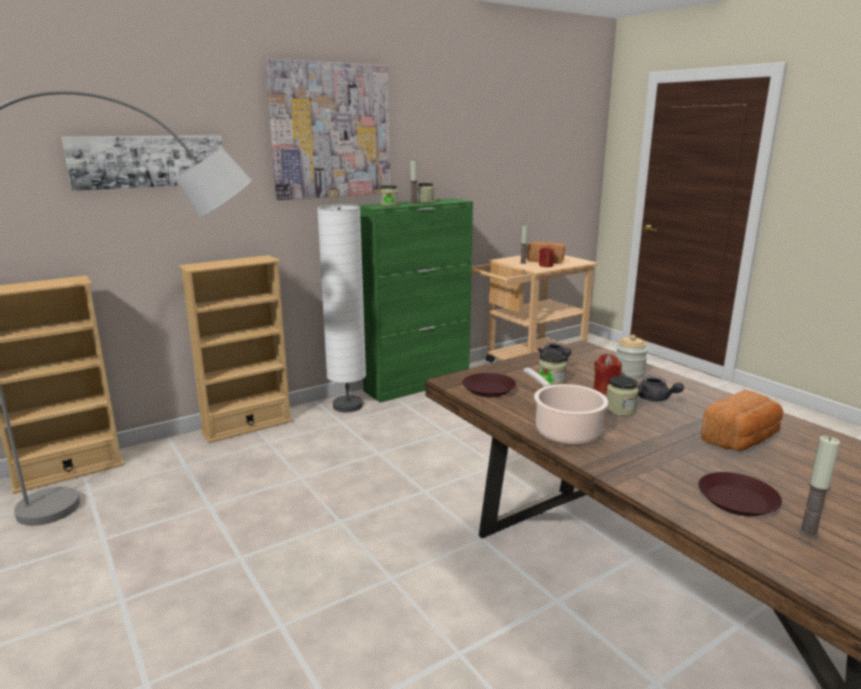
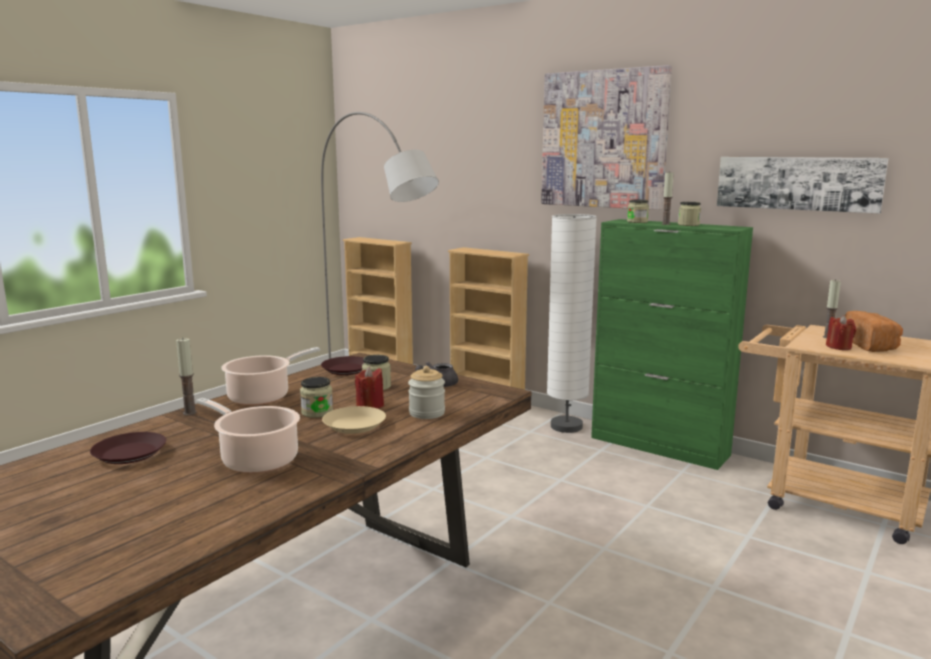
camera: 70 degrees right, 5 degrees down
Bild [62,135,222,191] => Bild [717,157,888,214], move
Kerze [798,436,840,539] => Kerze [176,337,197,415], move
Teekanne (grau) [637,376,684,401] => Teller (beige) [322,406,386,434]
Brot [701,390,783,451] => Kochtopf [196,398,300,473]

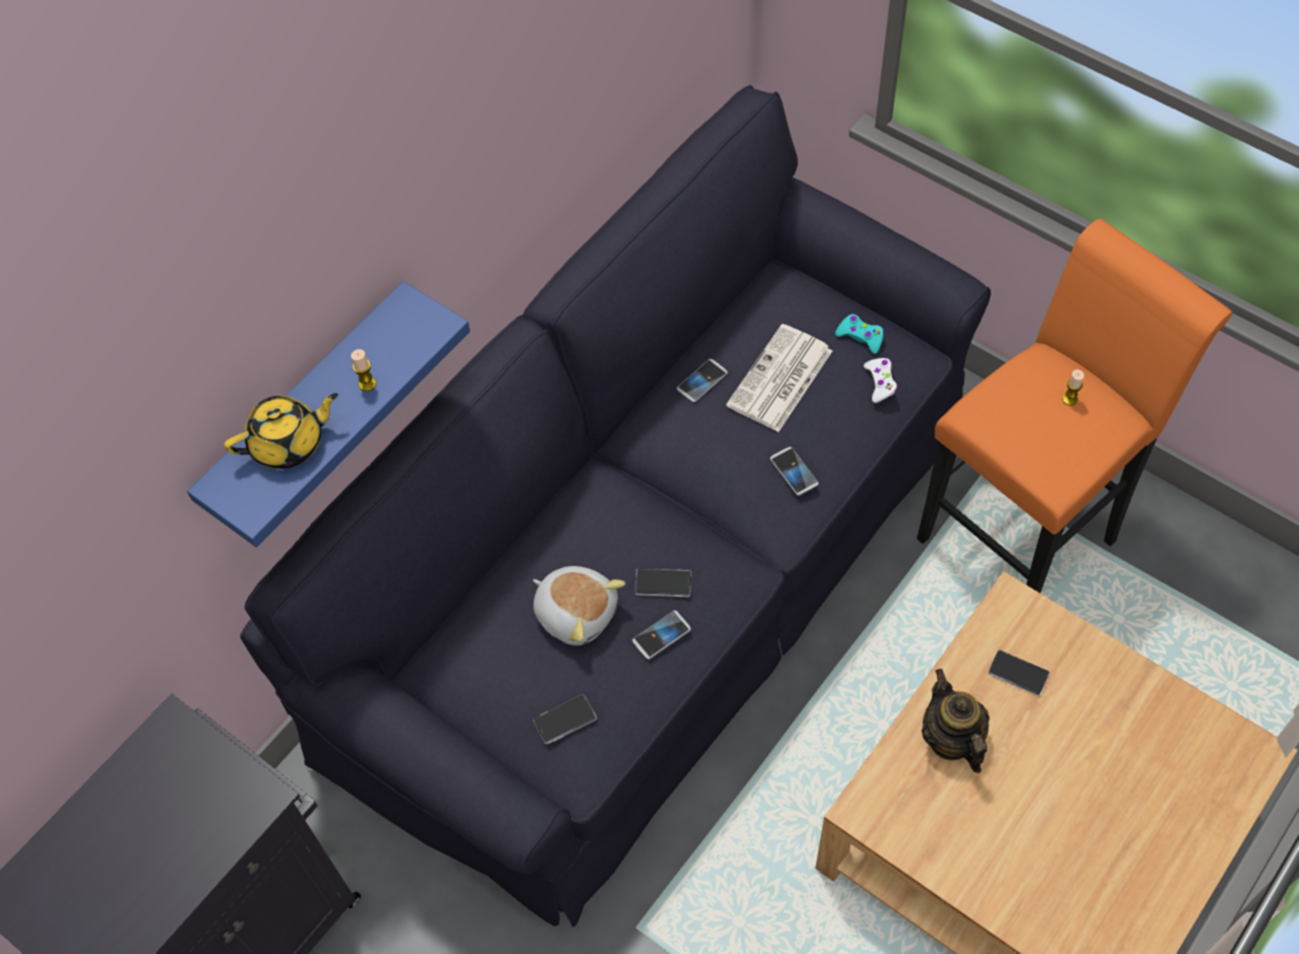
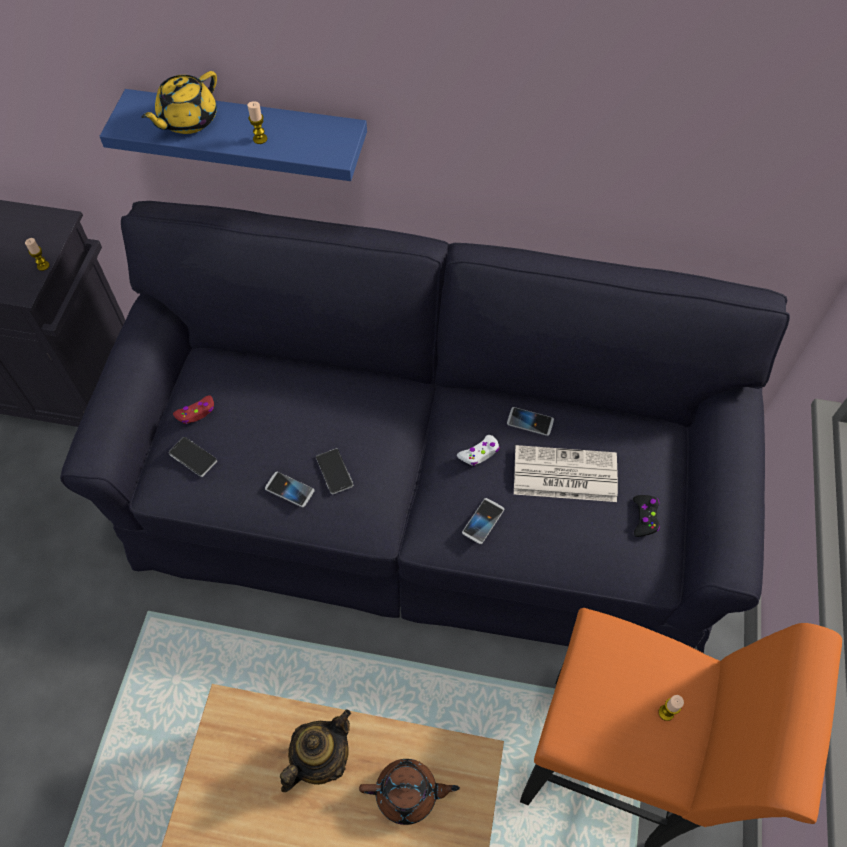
camera: 60 degrees right, 0 degrees up
Plüschtier [533,566,626,646] => nothing
nothing => Kerze [25,238,50,271]
nothing => Gamepad (rot) [173,396,214,424]
Gamepad (weiß) [864,358,898,403] => Gamepad (weiß) [457,435,500,466], move
Handy [988,650,1050,696] => Teekanne (braun) [359,759,460,825]
Gamepad (türkis) [835,314,884,354] => Gamepad (schwarz) [633,495,660,537]
Teekanne (gelb) [224,393,338,469] => Teekanne (gelb) [141,71,217,134], 90 degrees clockwise

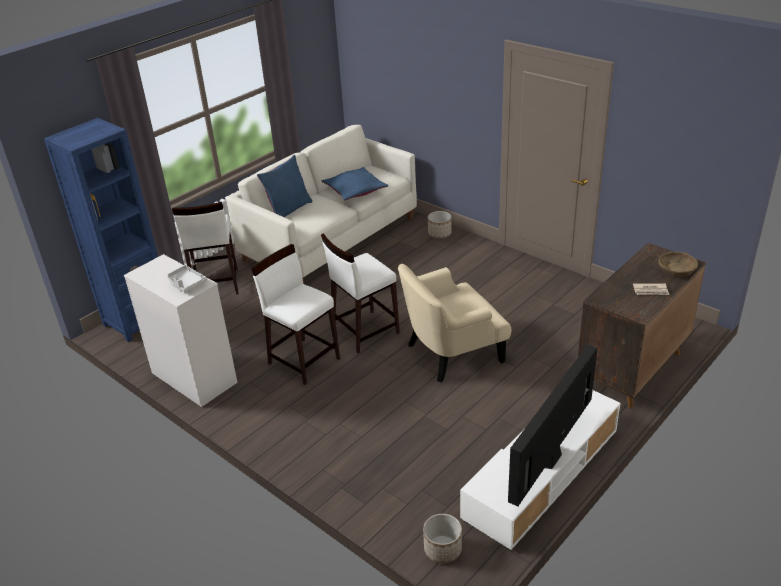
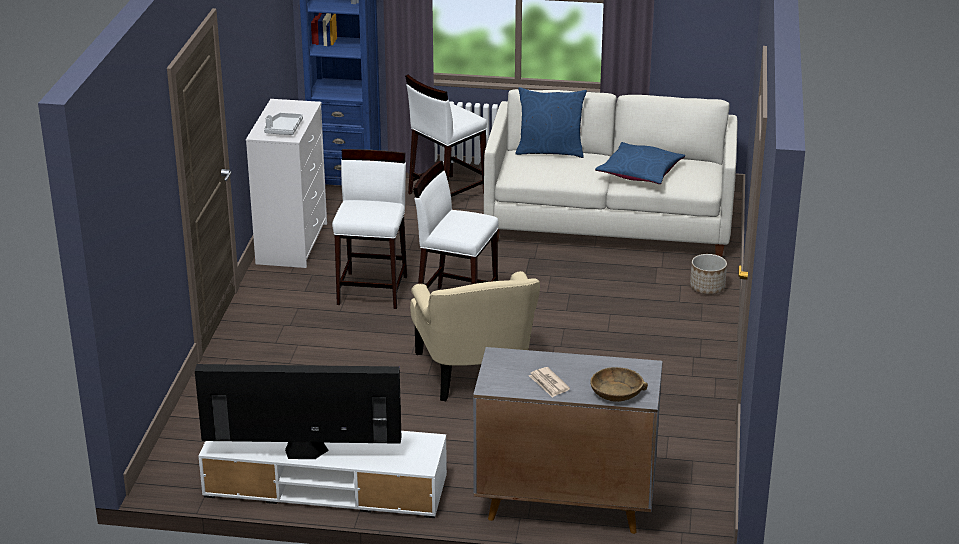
camera: 55 degrees right, 5 degrees down
Pflanzkübel [423,514,462,563] => nothing
Schrank (braun) [578,243,706,409] => Schrank (grau) [473,347,663,534]
Sessel (beige) [398,264,511,383] => Sessel (beige) [410,271,540,401], 135 degrees counterclockwise

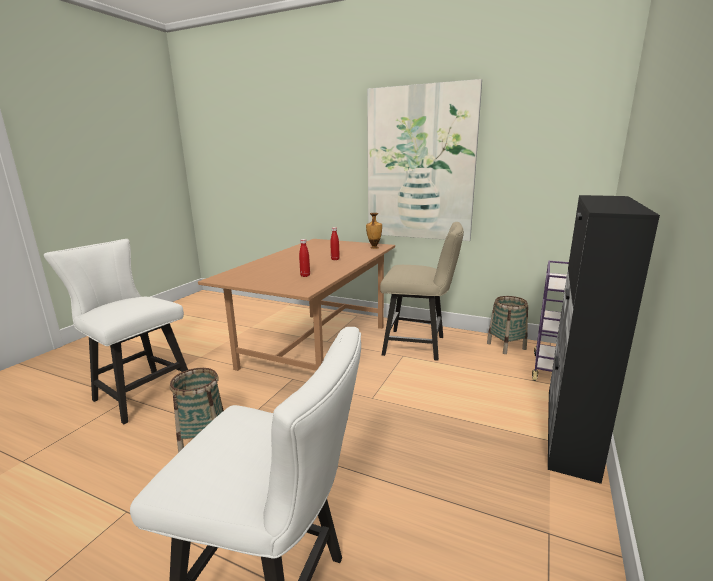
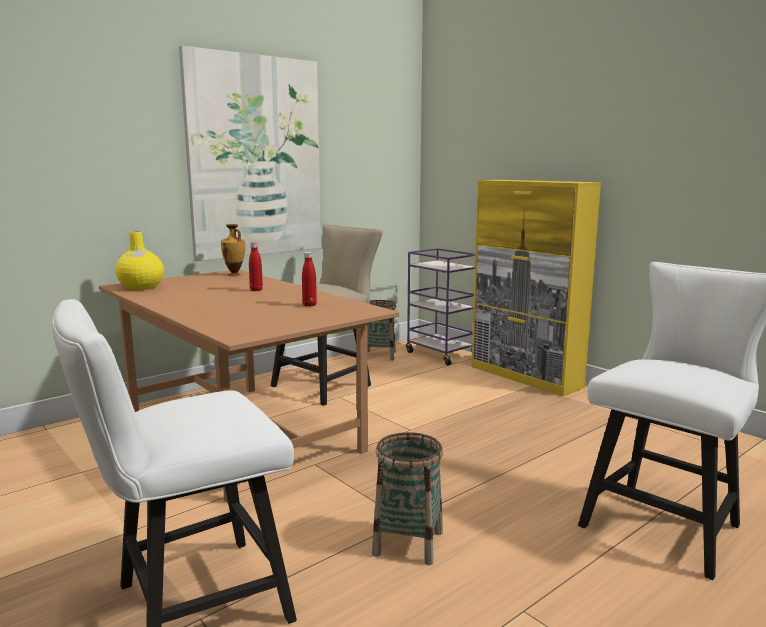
camera: 65 degrees left, 5 degrees down
nothing => Vase (gelb) [115,231,164,290]
Schrank (schwarz) [548,195,660,484] => Schrank (gelb) [471,180,601,396]

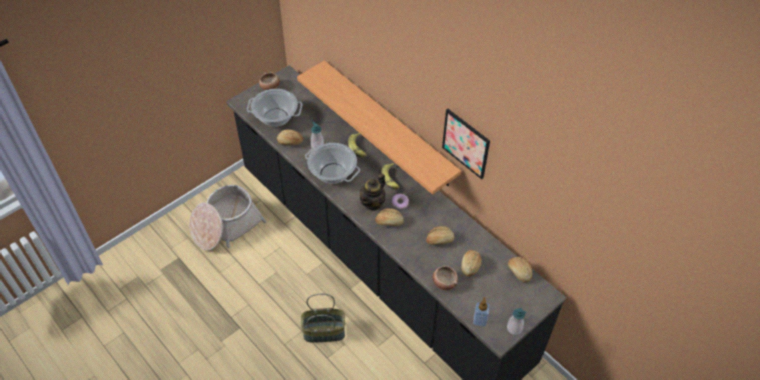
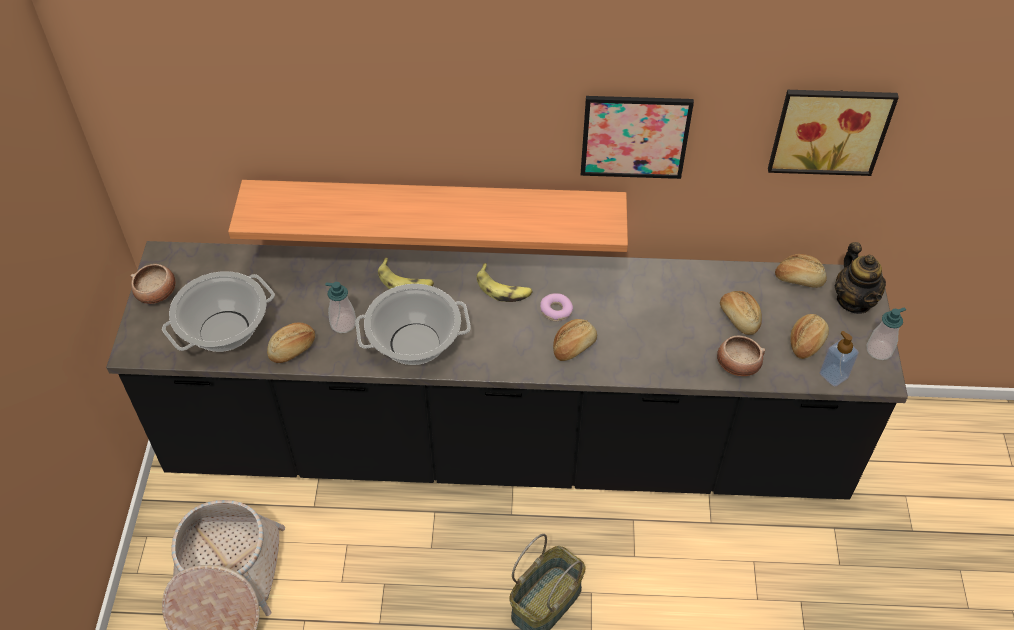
camera: 45 degrees left, 0 degrees up
nothing => Bild [768,90,899,176]
Teekanne [360,173,385,211] => Teekanne [835,242,886,314], move
Brot [426,226,455,245] => Brot [790,314,829,359], move

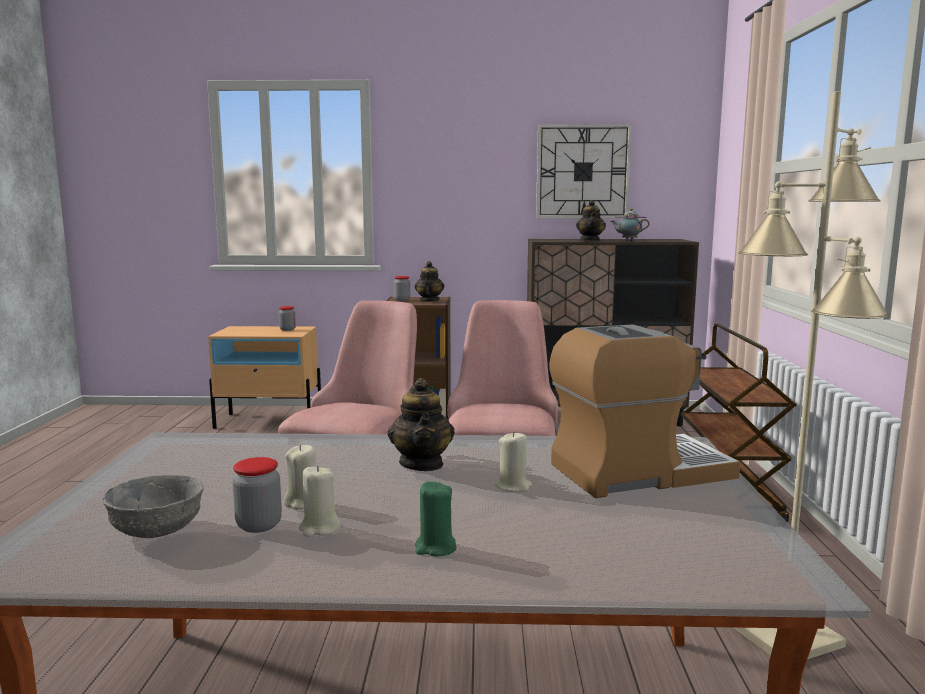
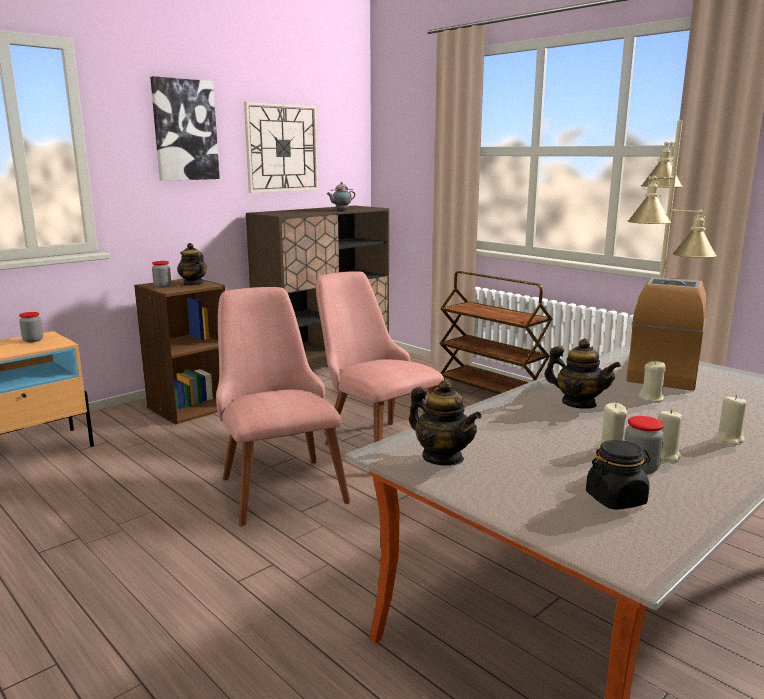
camera: 45 degrees left, 5 degrees up
nothing => Bild [150,76,220,181]
Teekanne [576,200,606,241] => Teekanne [409,380,482,466], move
Schüssel (grau) [103,475,204,538] => Vorratsglas (schwarz) [586,440,650,510]
Kerze (grün) [415,481,457,556] => Kerze (beige) [715,395,747,445]

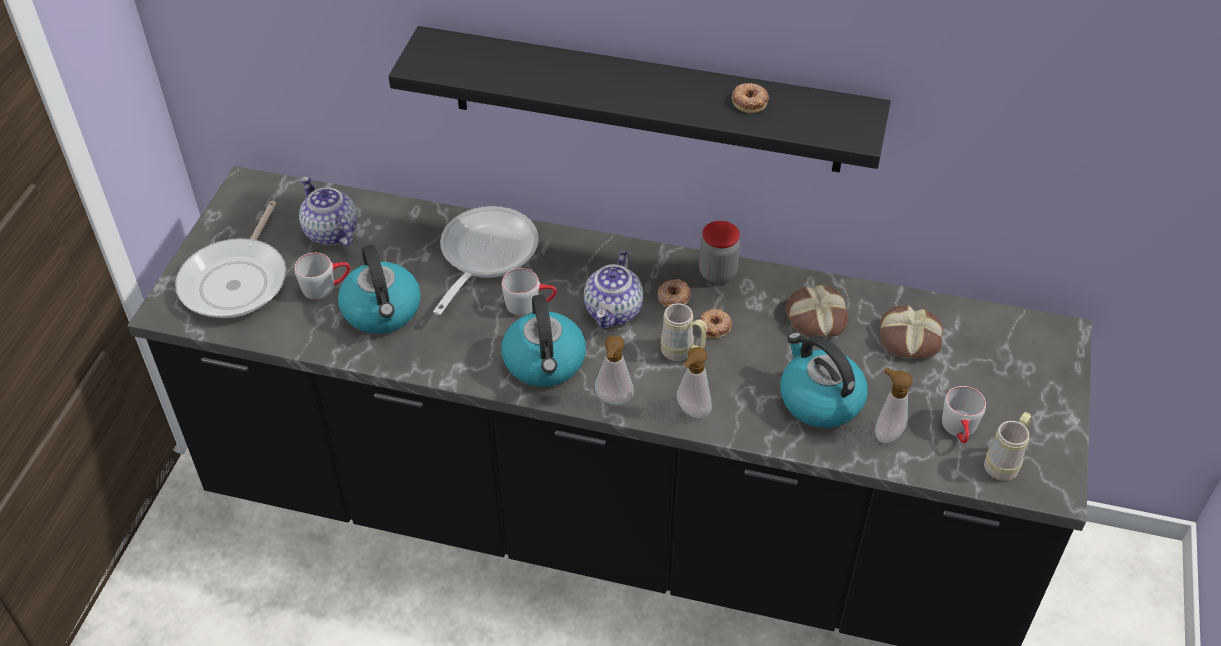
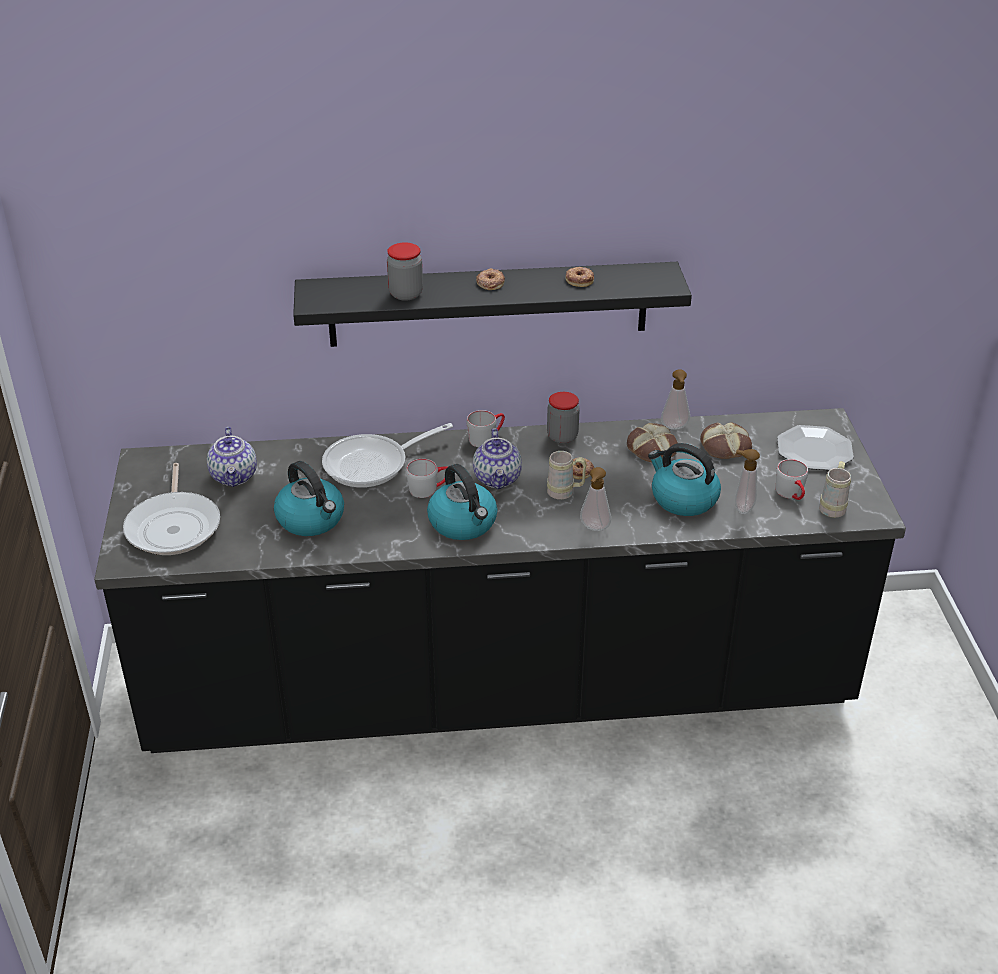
camera: 20 degrees left, 10 degrees down
nothing => Vorratsglas [387,242,423,301]
nothing => Teller [777,425,854,471]
Henkelbecher (grau) [295,253,350,300] => Henkelbecher (grau) [466,410,505,447], move
Seifenspender [595,335,634,405] => Seifenspender [661,369,690,430], move
Donut [658,279,691,308] => Donut [476,268,505,290], move
Teekanne [299,177,357,246] => Teekanne [207,427,257,487], 135 degrees counterclockwise
Pfanne [433,206,539,315] => Pfanne [322,423,453,488], 120 degrees counterclockwise

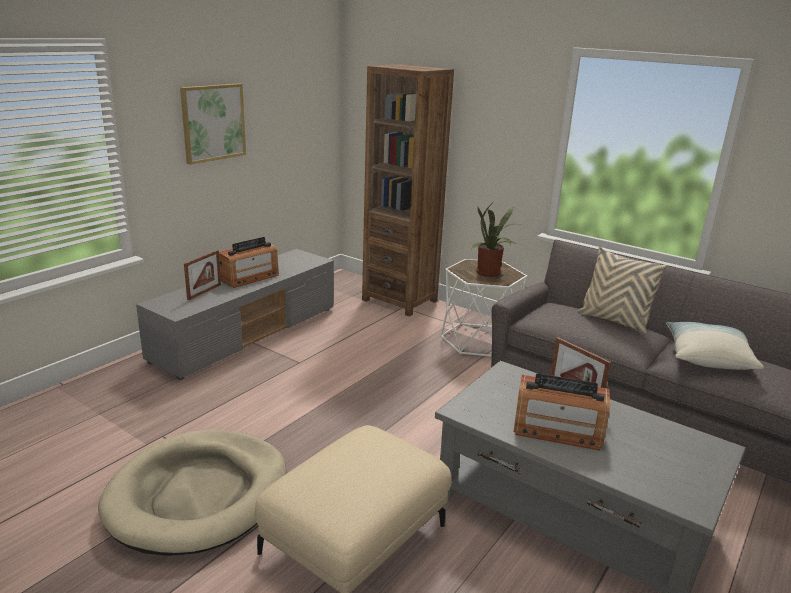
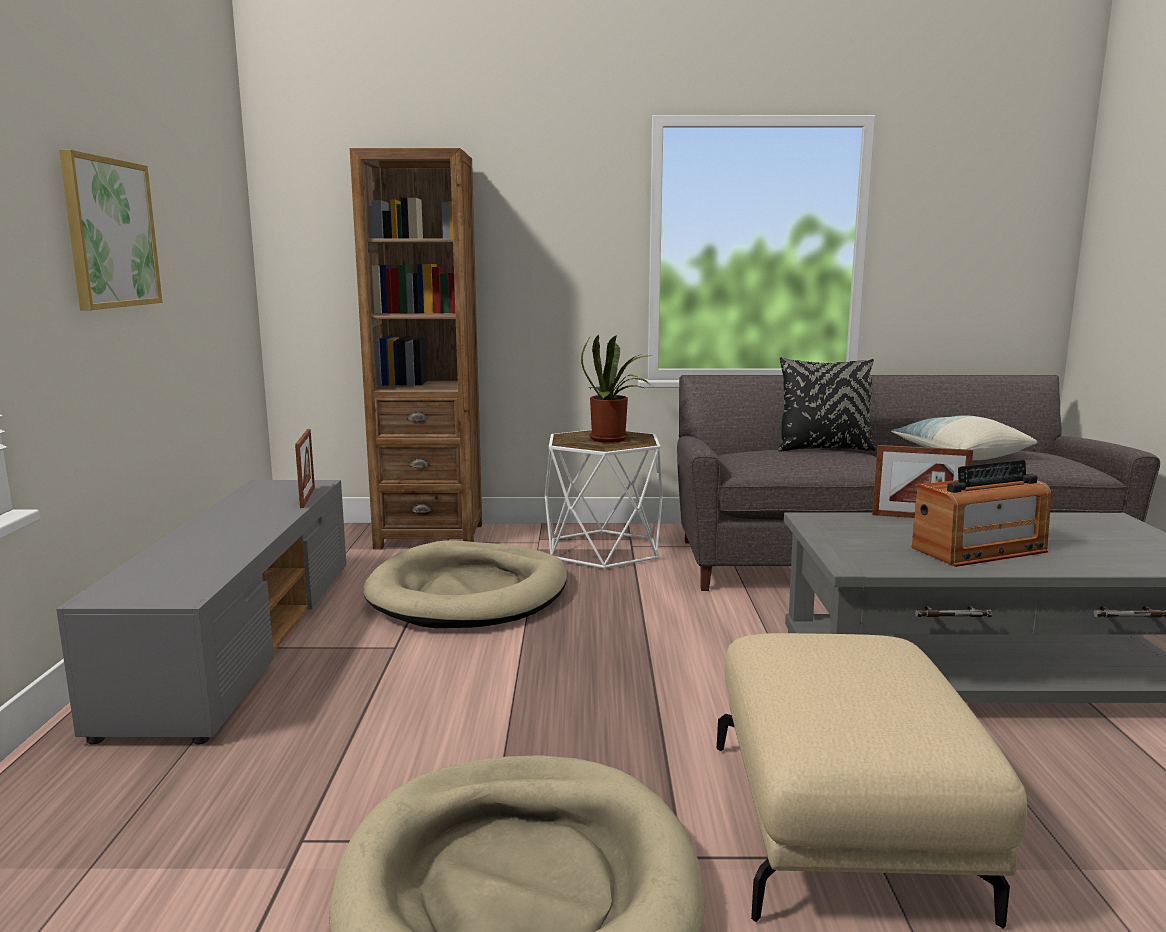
camera: 35 degrees left, 10 degrees down
Radio [219,237,279,288] => nothing
nothing => Hundebett (beige) [363,540,567,628]
Bilderrahmen [184,250,221,300] => Bilderrahmen [295,429,315,508], move
Kissen (beige) [578,247,667,333] => Kissen (schwarz) [778,357,876,451]

